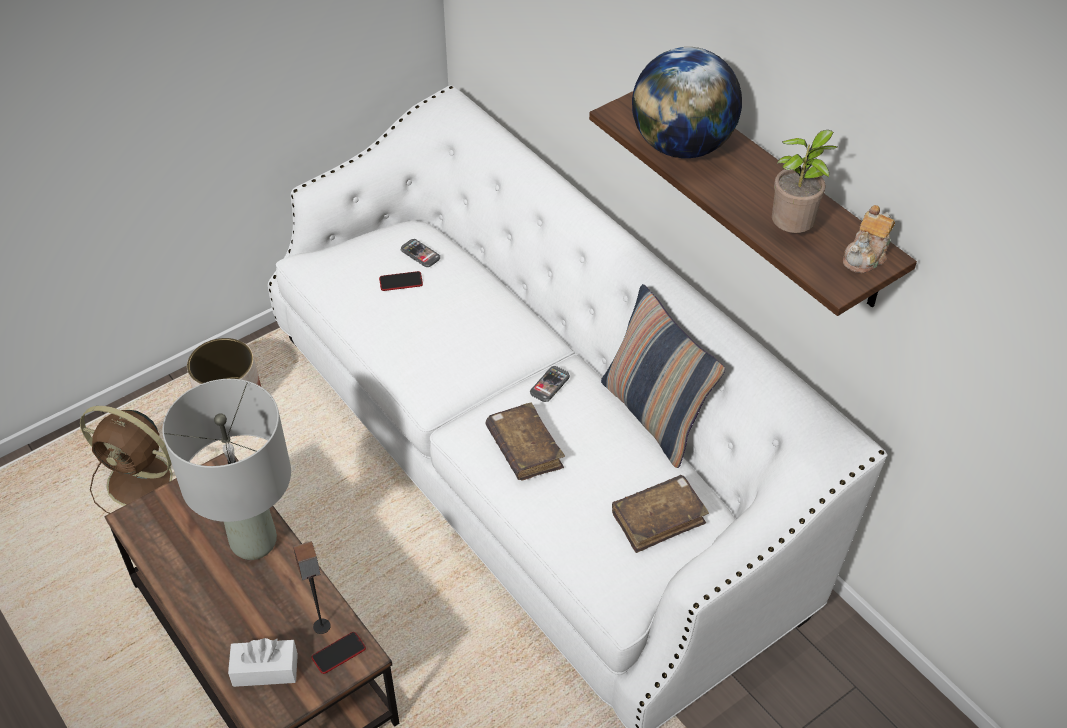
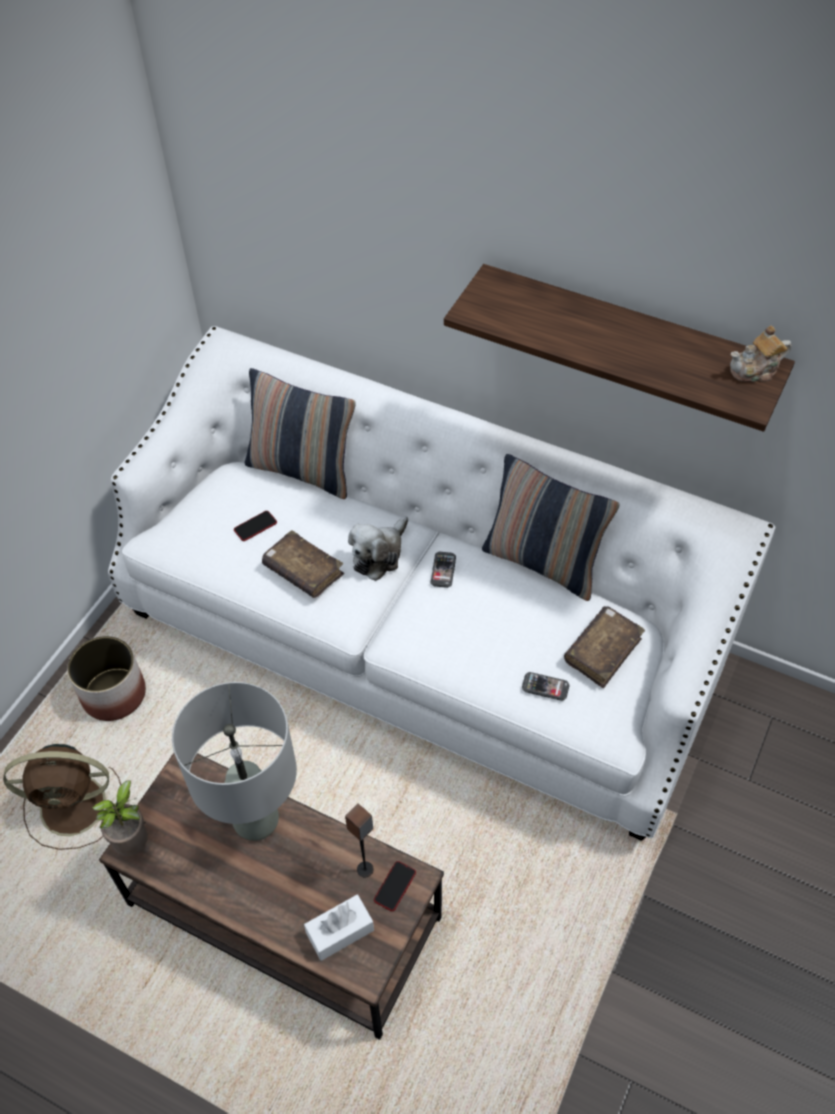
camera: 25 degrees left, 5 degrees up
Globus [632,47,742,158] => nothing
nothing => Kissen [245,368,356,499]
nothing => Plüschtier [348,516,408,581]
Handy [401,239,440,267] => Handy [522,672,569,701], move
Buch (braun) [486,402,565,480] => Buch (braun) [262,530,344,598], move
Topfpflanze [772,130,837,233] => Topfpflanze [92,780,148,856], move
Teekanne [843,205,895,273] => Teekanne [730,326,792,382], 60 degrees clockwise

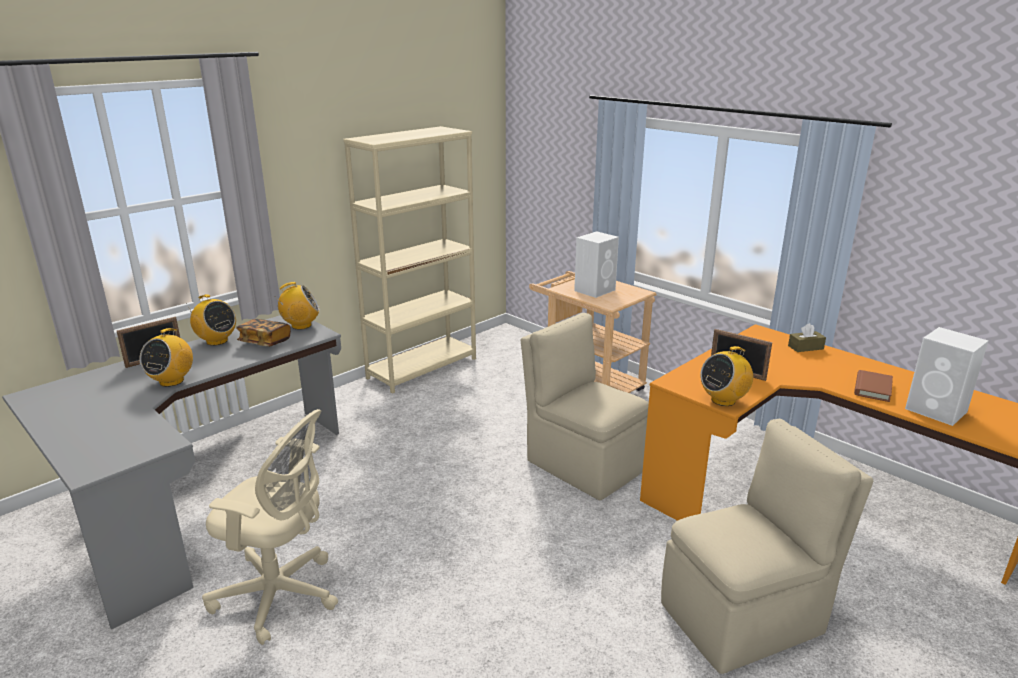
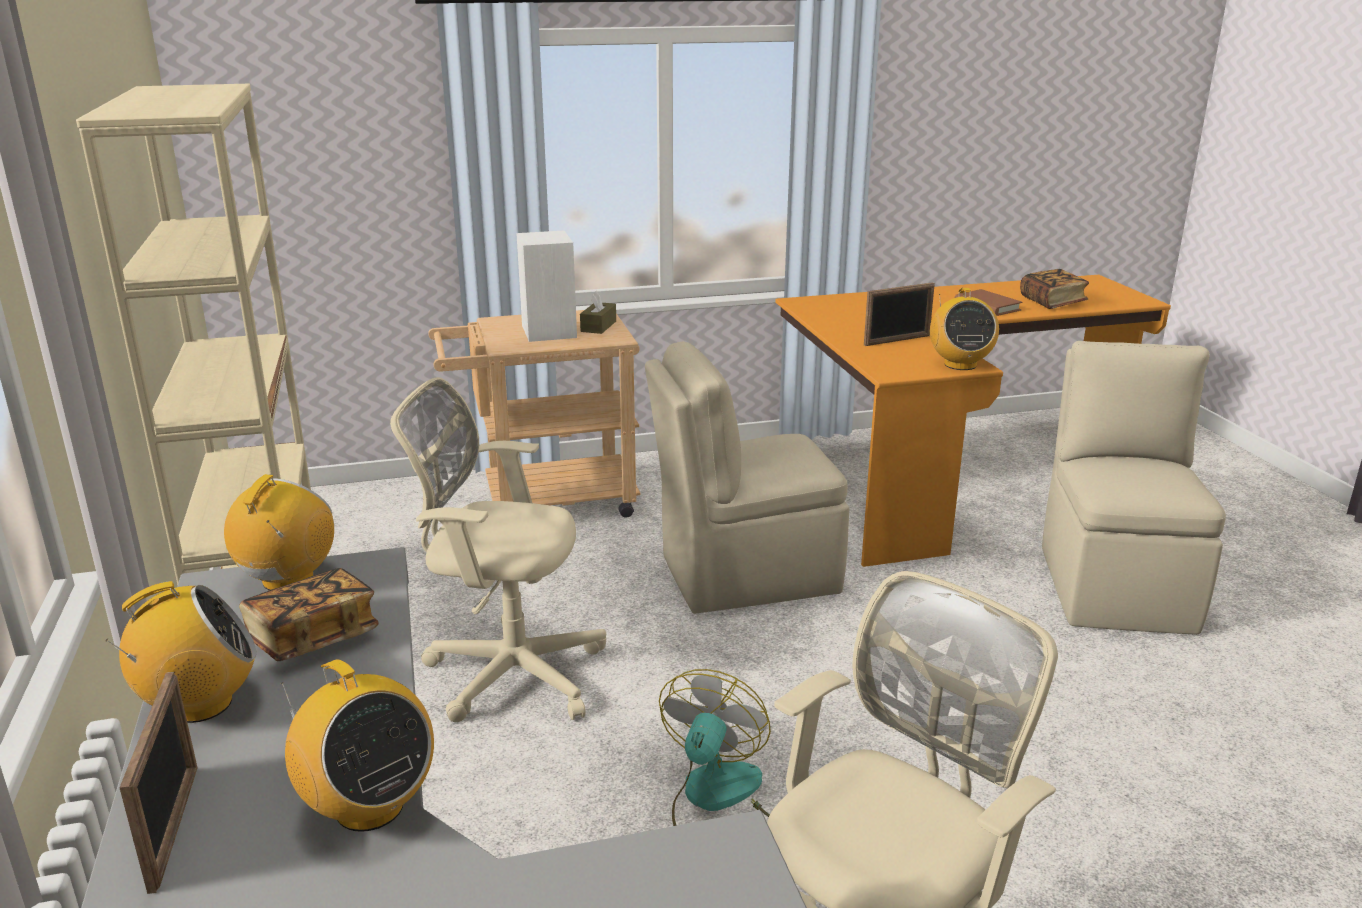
camera: 60 degrees left, 0 degrees up
nothing => Bürostuhl (beige) [390,377,606,722]
nothing => Ventilator [659,669,771,826]
Taschentuchbox (braun) [788,323,826,352] => Taschentuchbox (braun) [580,291,616,334], move
Lautsprecher (weiß) [905,327,988,426] => Buch [1020,269,1089,309]

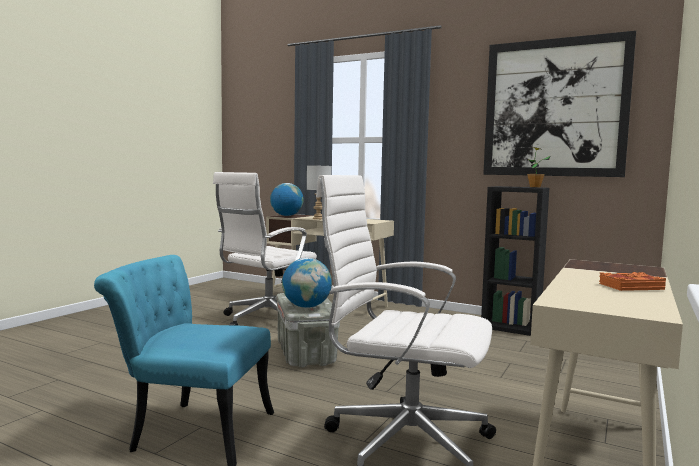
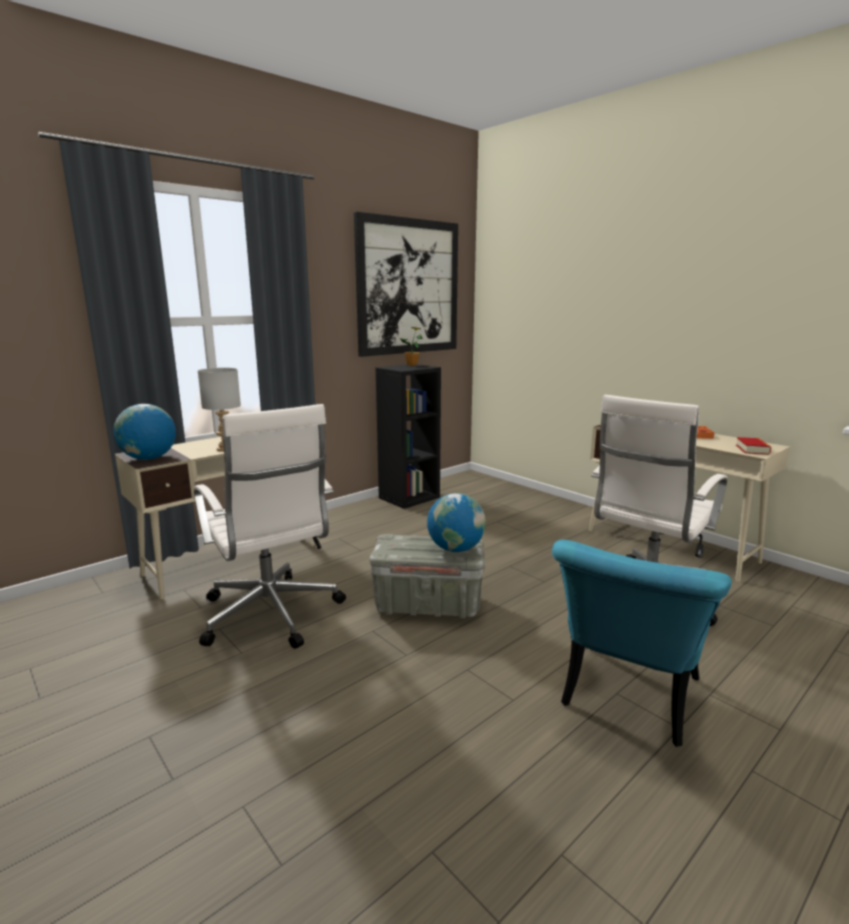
camera: 70 degrees left, 10 degrees up
nothing => Buch [736,437,771,455]

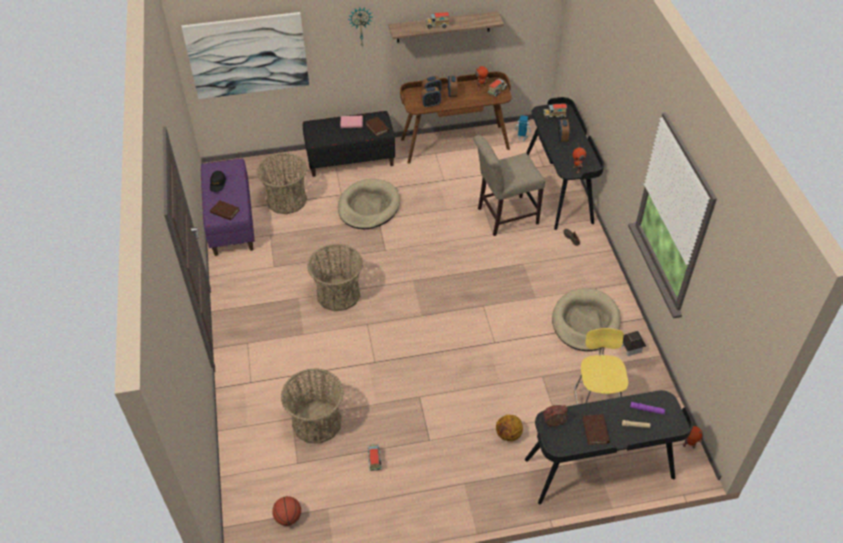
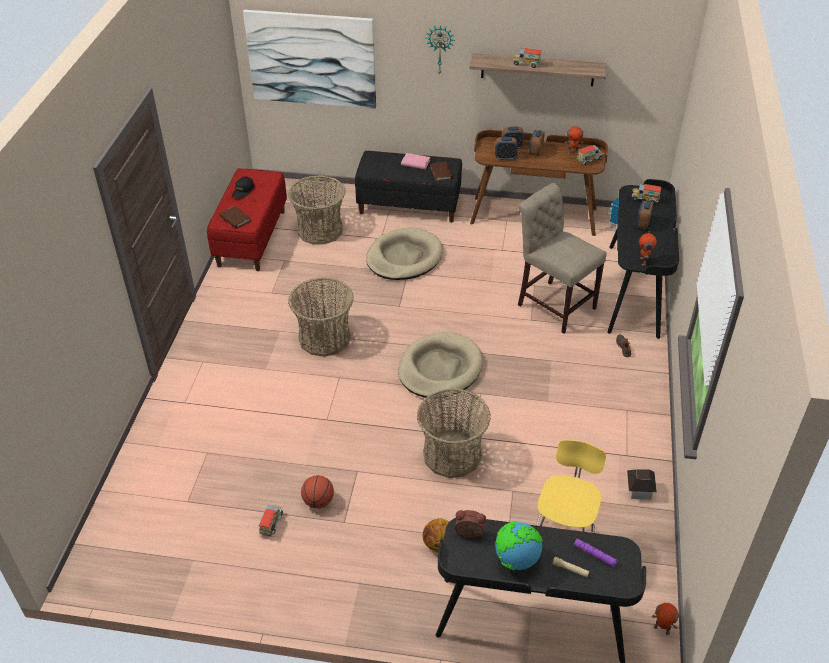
camera: 20 degrees right, 5 degrees down
Basketball [272,496,301,526] => Basketball [301,475,334,508], move
Korb [281,368,343,444] => Korb [417,388,491,478], move
Hundebett (beige) [552,288,621,351] => Hundebett (beige) [398,332,483,398], move
Buch (braun) [582,415,610,445] => Globus [495,521,542,570]
Bank (lila) [201,159,255,256] => Bank (rot) [207,168,287,271]
Stuhl (beige) [473,135,545,236] => Stuhl (beige) [518,183,607,334], 45 degrees clockwise

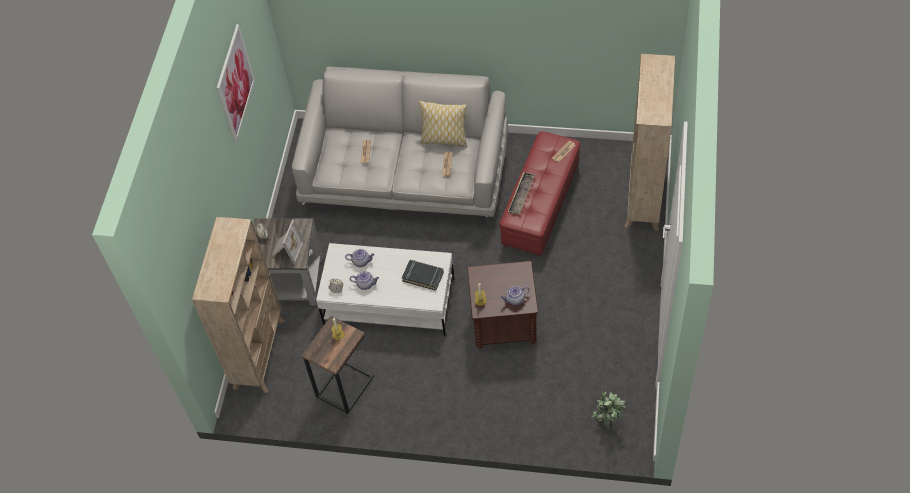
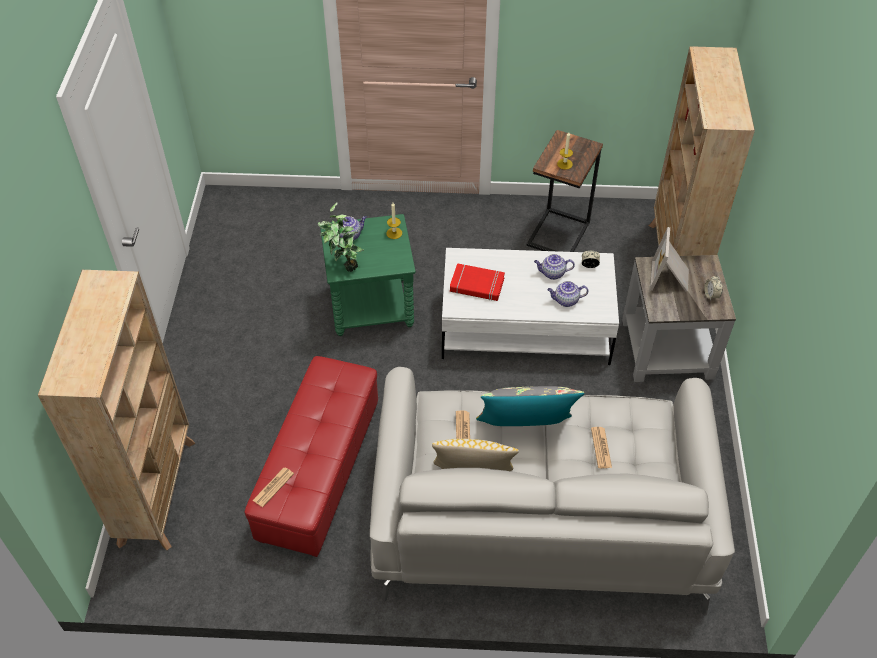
camera: 170 degrees right, 5 degrees down
Bild [217,24,255,142] => nothing
Tablett [508,172,535,215] => nothing
nothing => Kissen (grau) [476,386,585,426]
Topfpflanze [592,392,626,427] => Topfpflanze [318,203,364,272], move
Buch (schwarz) [402,260,444,291] => Buch (rot) [450,263,505,301]
Beistelltisch (braun) [467,261,538,349] => Beistelltisch (grün) [320,214,416,336]

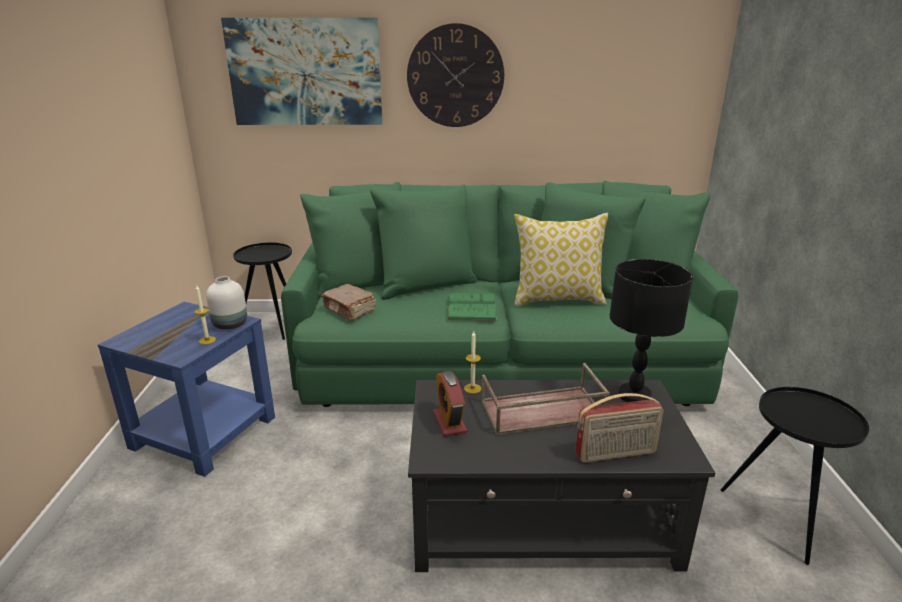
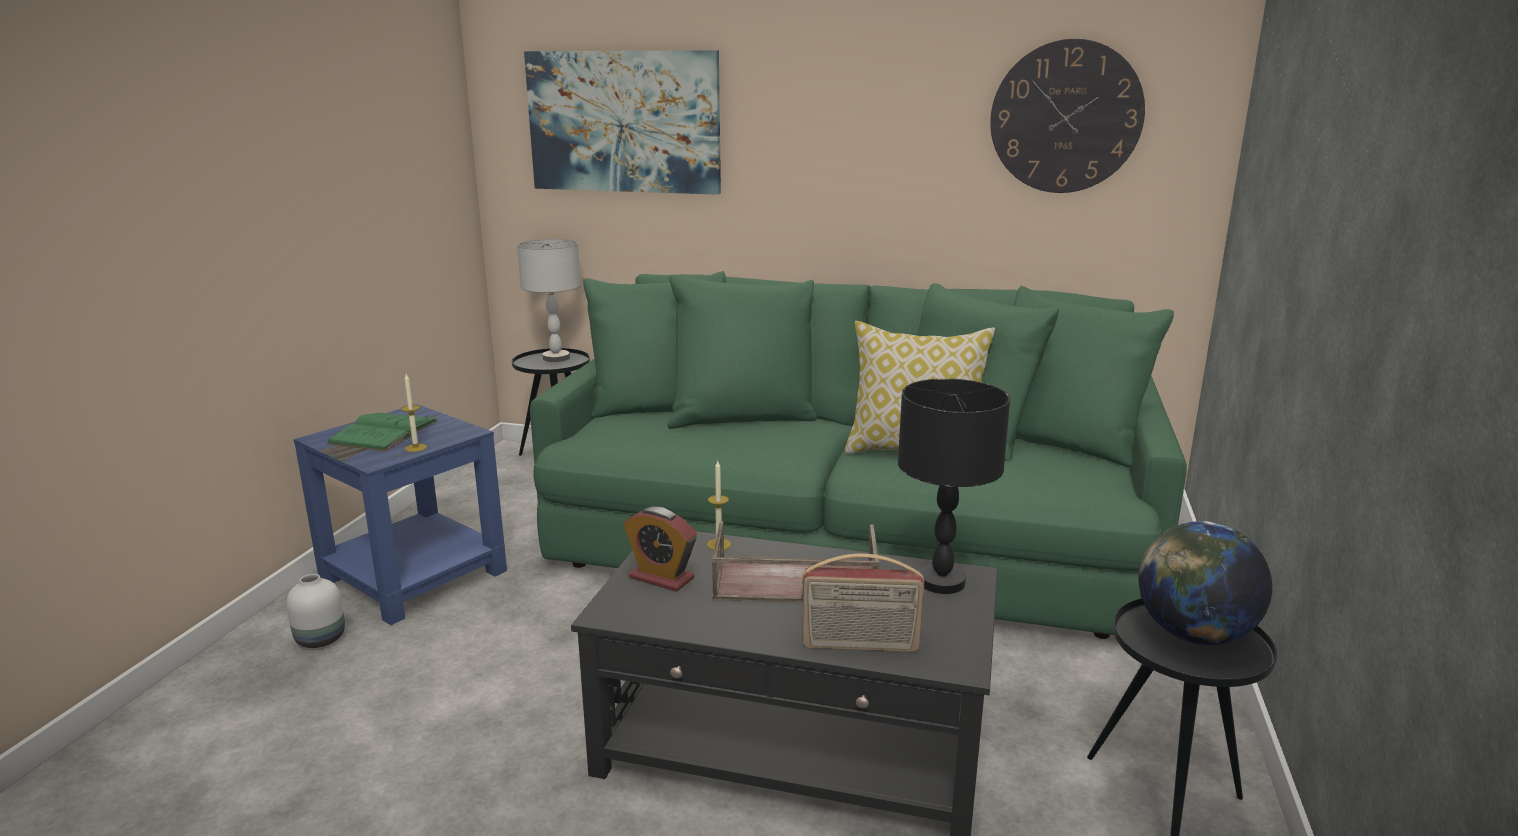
camera: 15 degrees right, 5 degrees down
Buch (braun) [321,284,376,321] => nothing
nothing => Tischlampe (grau) [517,239,581,362]
nothing => Globus [1138,521,1272,645]
Vase (weiß) [206,276,247,330] => Vase (weiß) [286,574,345,648], move
Wanduhr [407,23,504,127] => Wanduhr [990,39,1145,193], move
Buch (grün) [448,291,496,321] => Buch (grün) [326,413,439,451], move
Wecker [433,371,467,437] => Wecker [623,507,697,592], 60 degrees counterclockwise

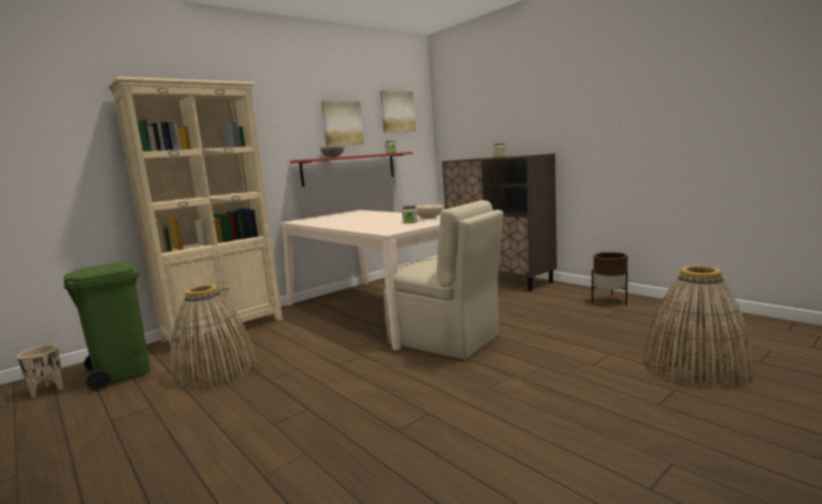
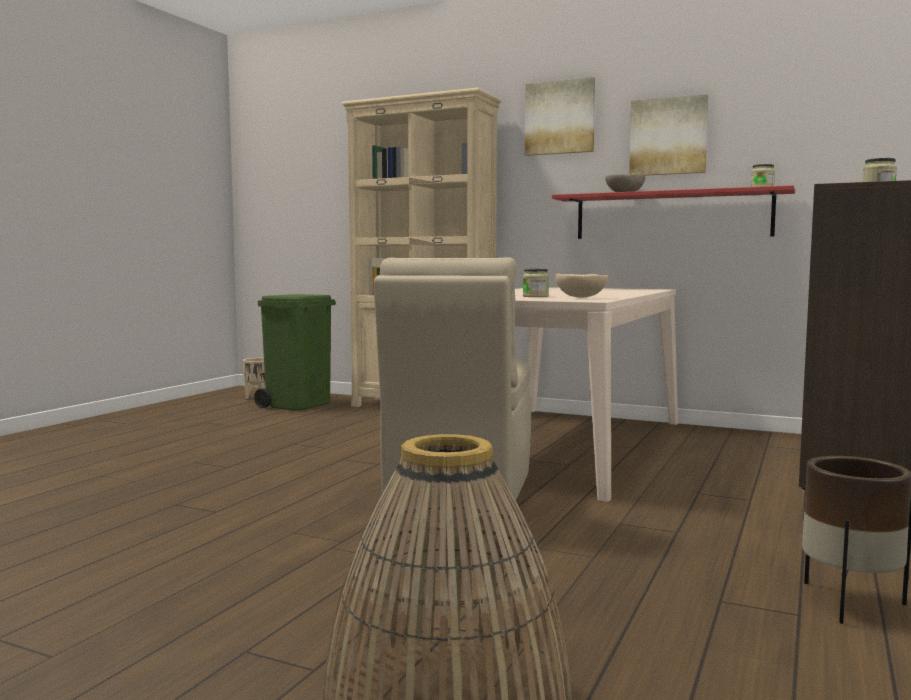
camera: 65 degrees right, 5 degrees down
Korb [170,284,257,391] => nothing
Bild [380,90,416,132] => Bild [525,77,595,156], move

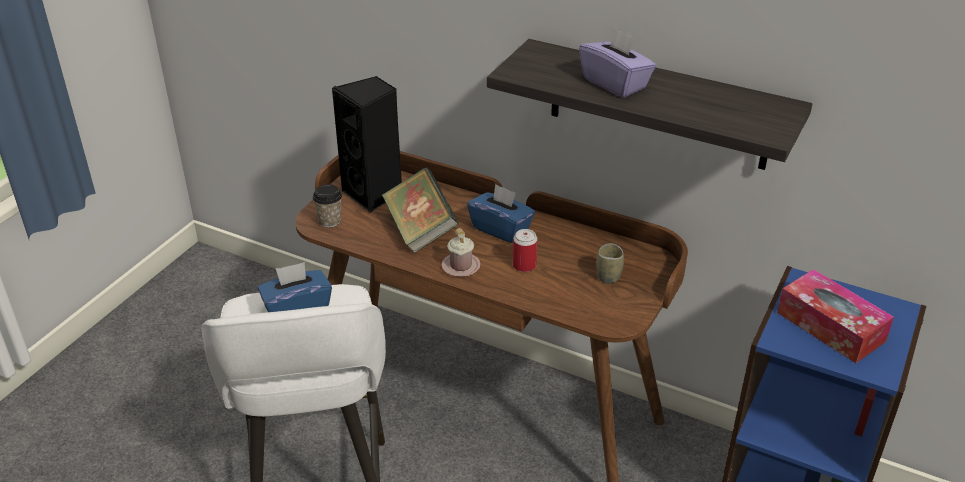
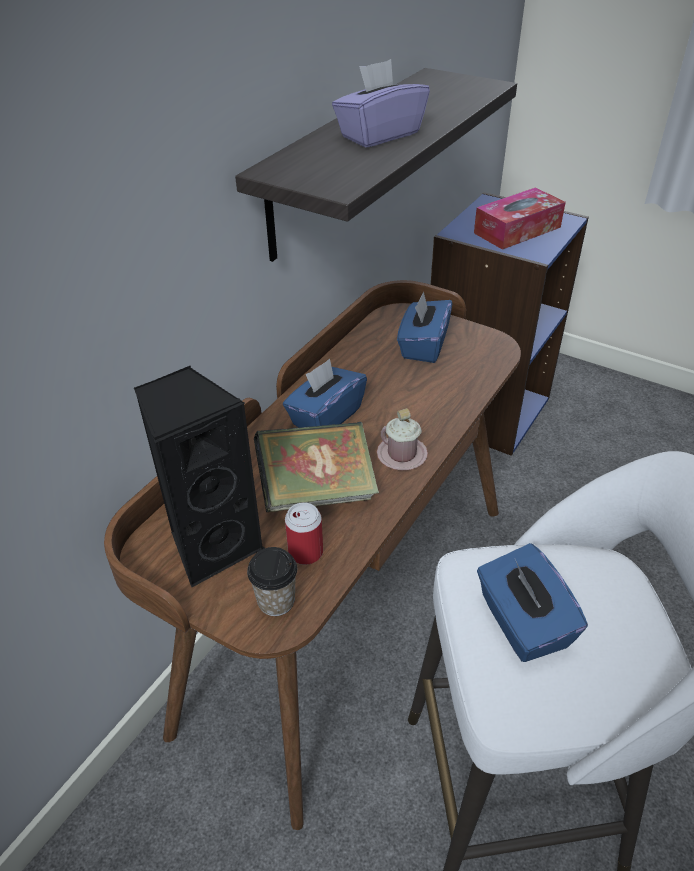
camera: 85 degrees left, 5 degrees up
Dose [513,229,538,272] => Dose [285,502,323,565], move
Tasse [596,243,624,284] => Taschentuchbox (blau) [397,291,452,363]

